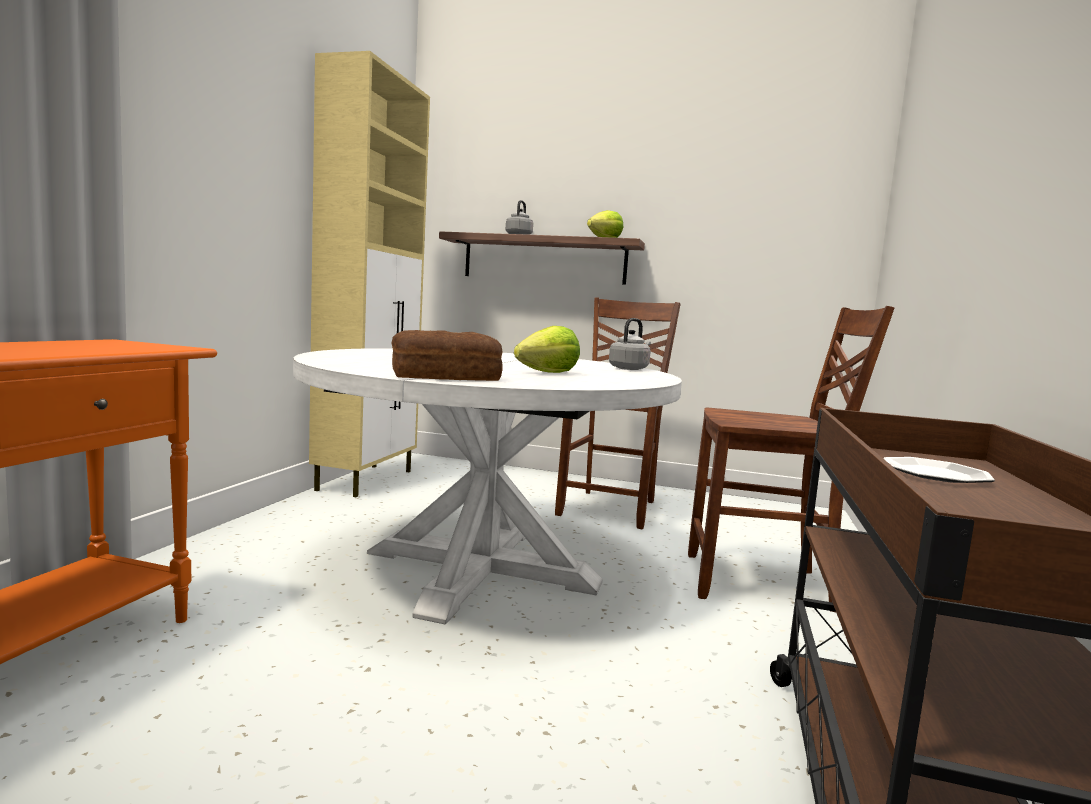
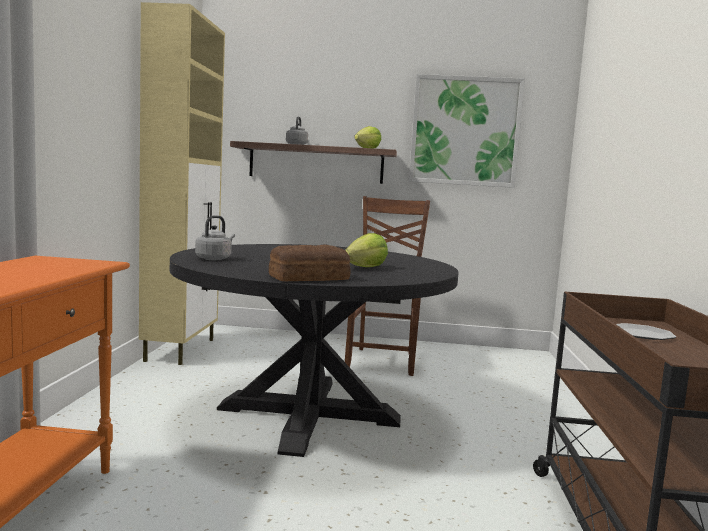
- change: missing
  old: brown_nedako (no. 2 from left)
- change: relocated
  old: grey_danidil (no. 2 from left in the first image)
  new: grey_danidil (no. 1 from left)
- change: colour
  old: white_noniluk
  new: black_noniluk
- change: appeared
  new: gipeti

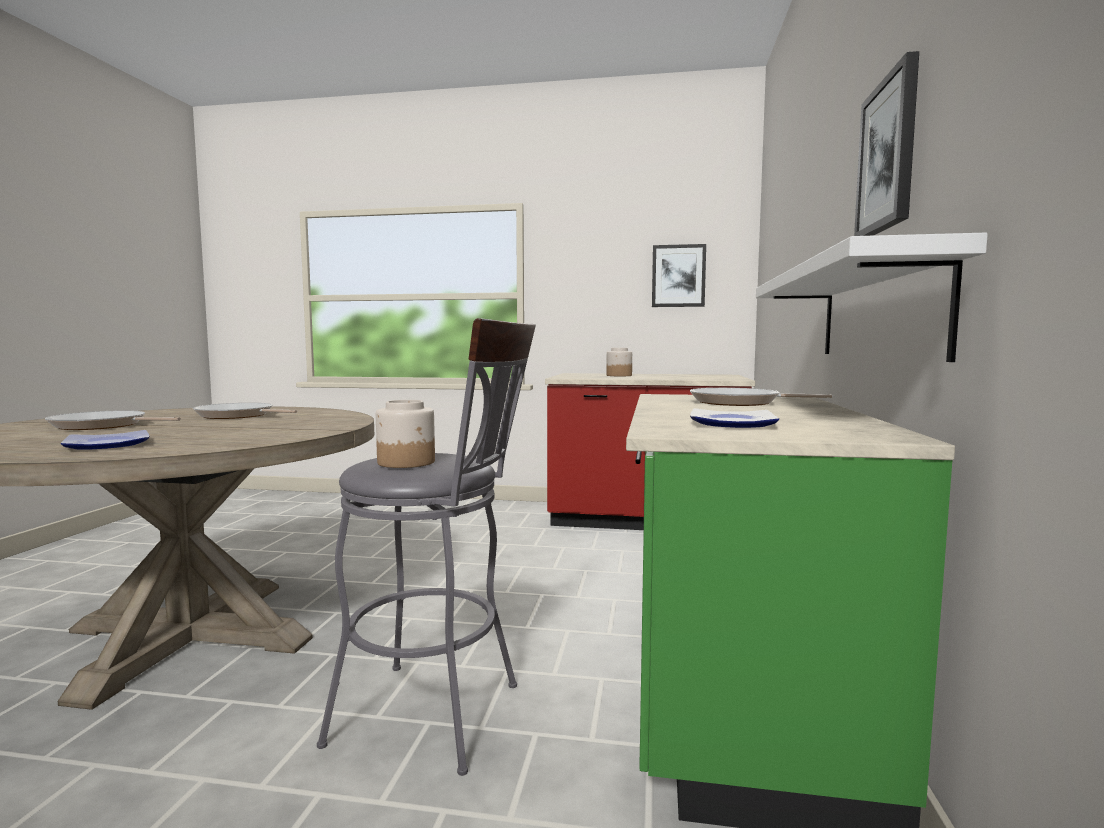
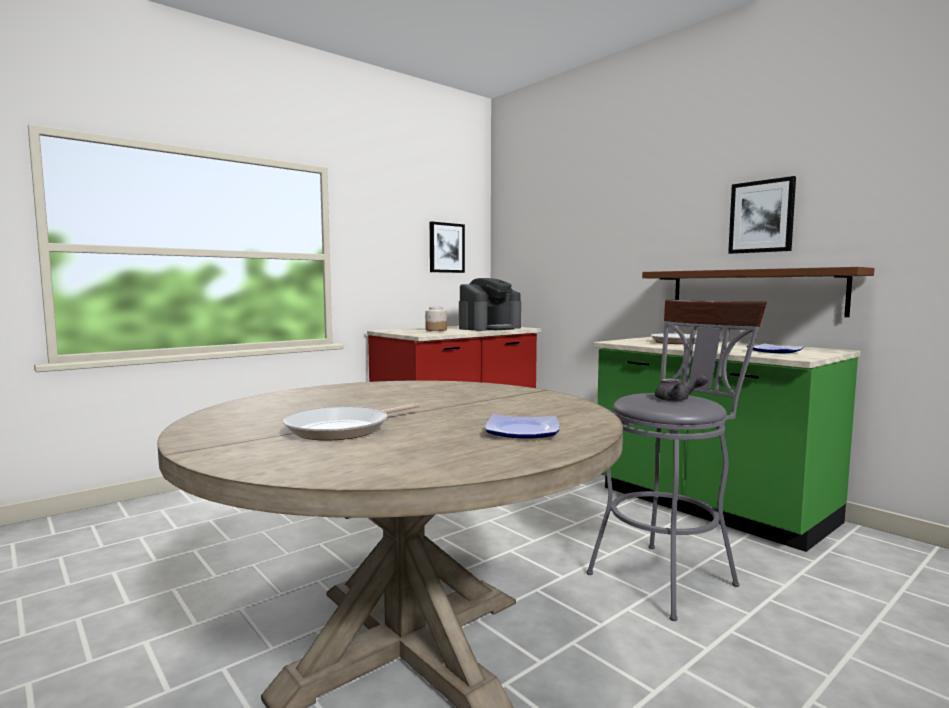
- change: colour
  old: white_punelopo
  new: brown_punelopo
- change: exchanged
  old: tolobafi (no. 1 from left)
  new: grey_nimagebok
- change: missing
  old: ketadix (no. 2 from left)
- change: appeared
  new: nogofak

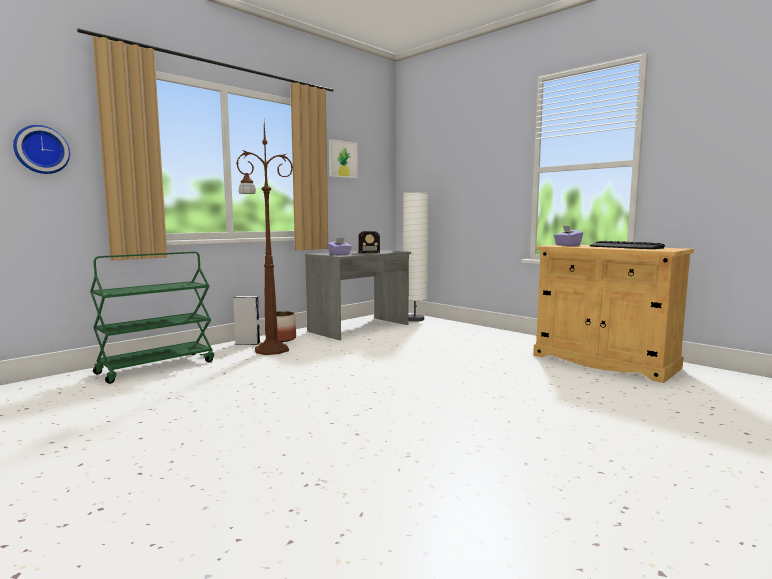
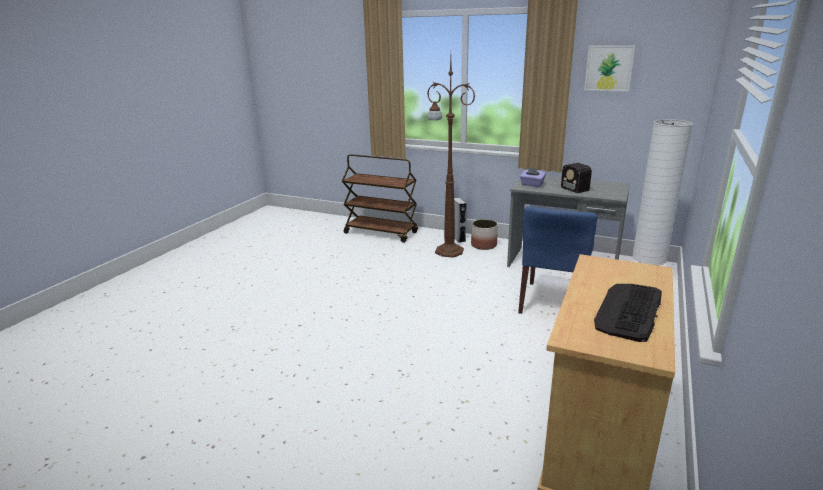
- change: missing
  old: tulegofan
- change: missing
  old: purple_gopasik (no. 2 from left)
- change: colour
  old: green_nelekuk
  new: brown_nelekuk
- change: appeared
  new: blue_nedako

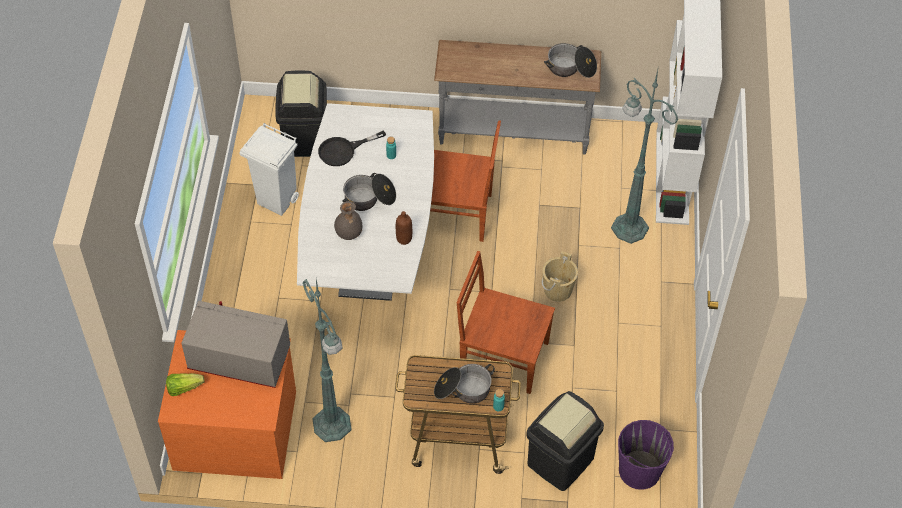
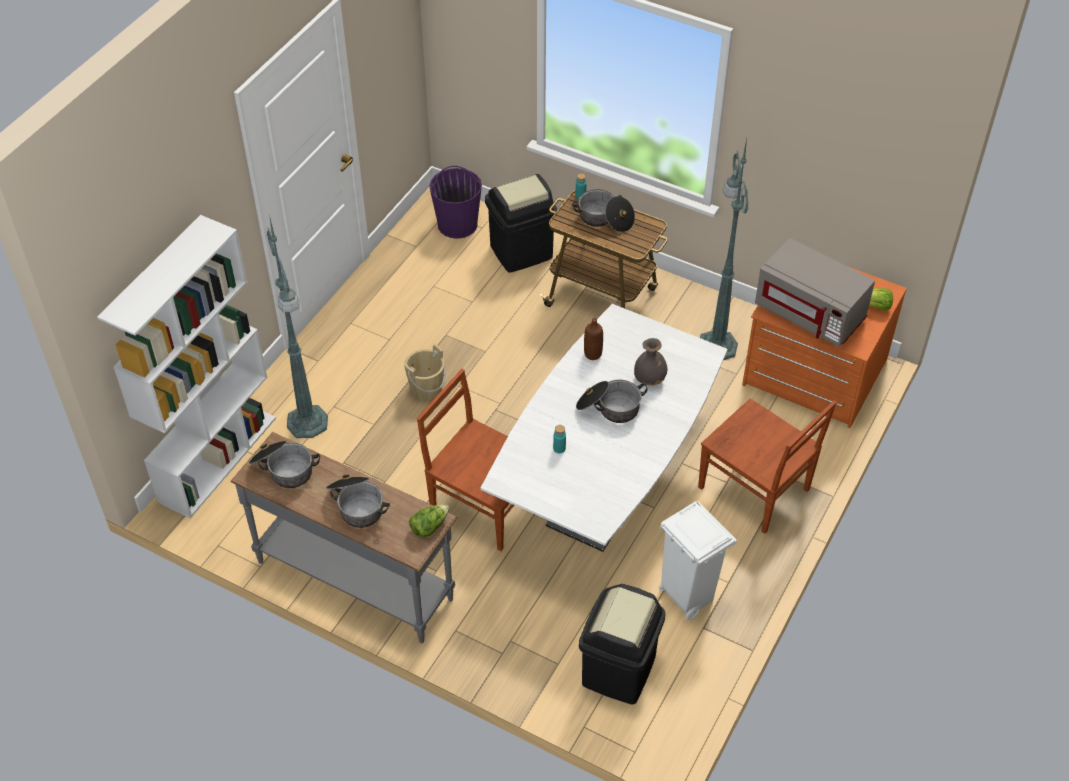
- change: missing
  old: black_ketadix
- change: relocated
  old: brown_nedako (no. 2 from left)
- change: appeared
  new: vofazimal (no. 2 from left)
- change: appeared
  new: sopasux (no. 1 from left)

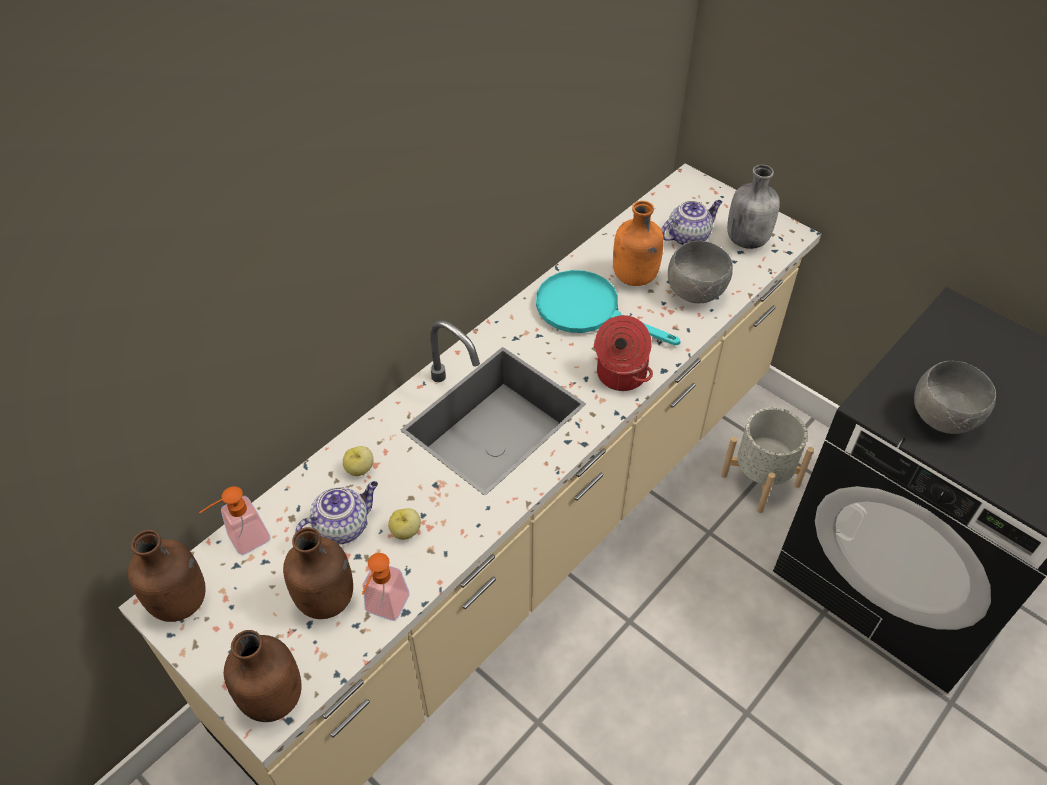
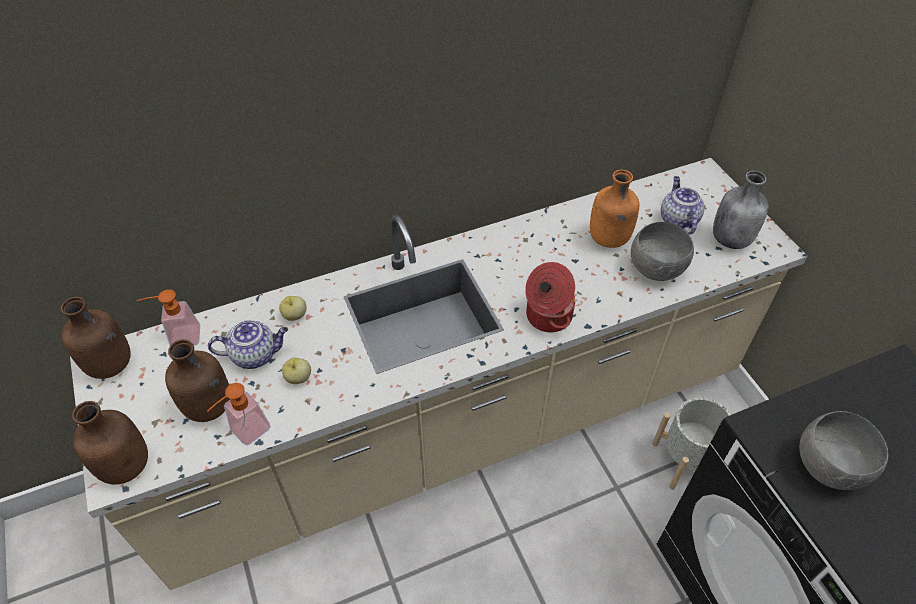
- change: spun
  old: nimagebok (no. 2 from left)
  degrees: -90
- change: missing
  old: turquoise_ketadix

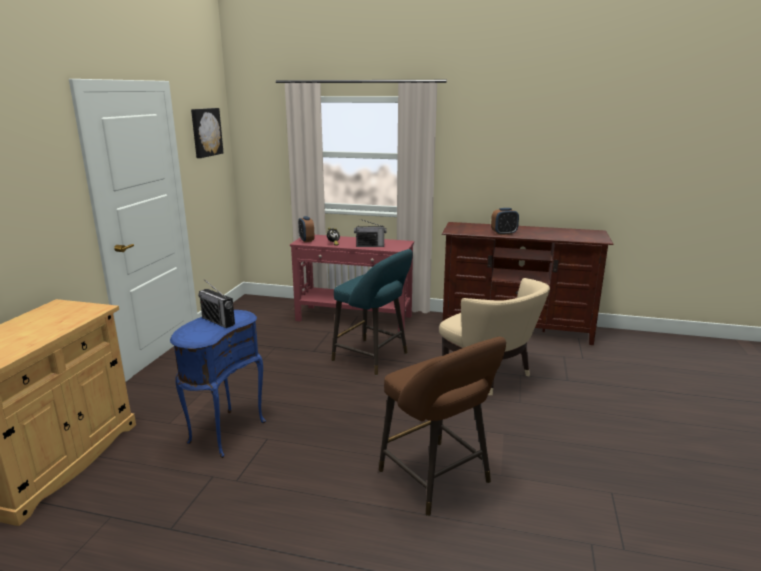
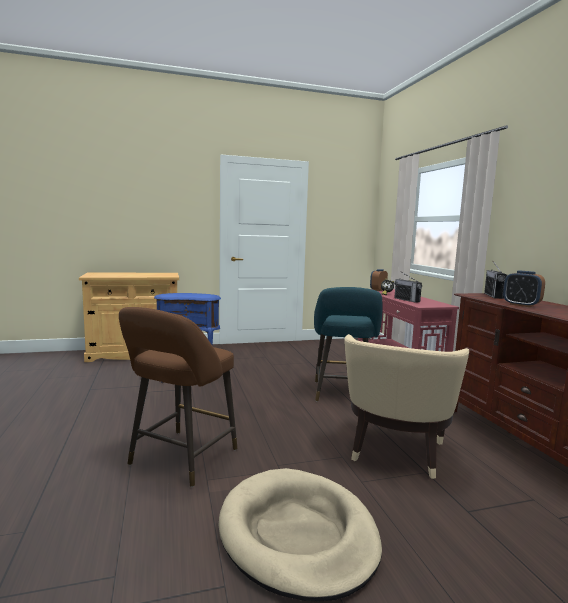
- change: missing
  old: gipeti
- change: relocated
  old: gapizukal (no. 1 from left in the first image)
  new: gapizukal (no. 2 from left)
- change: appeared
  new: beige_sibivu

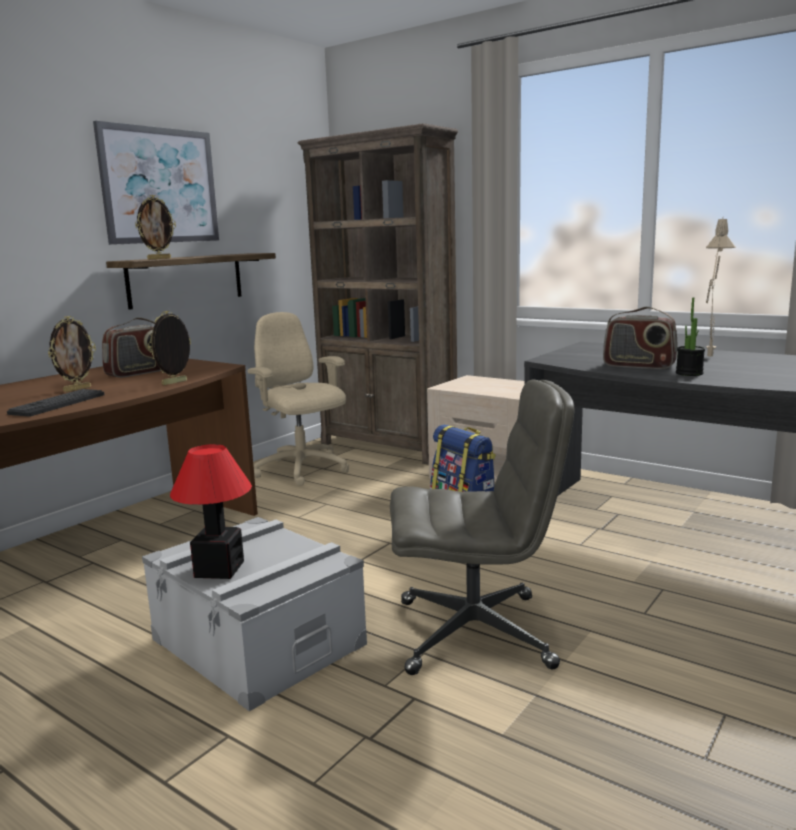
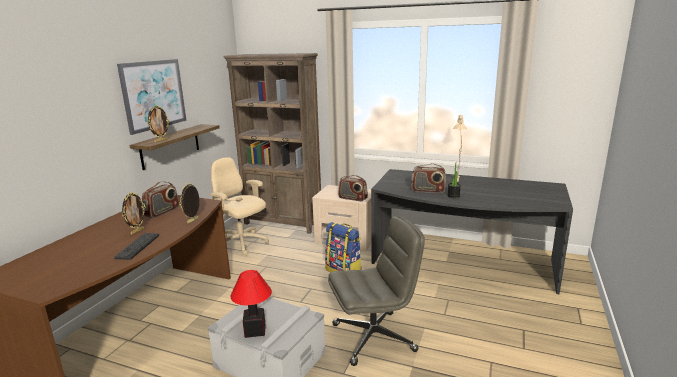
- change: appeared
  new: gapizukal (no. 2 from left)

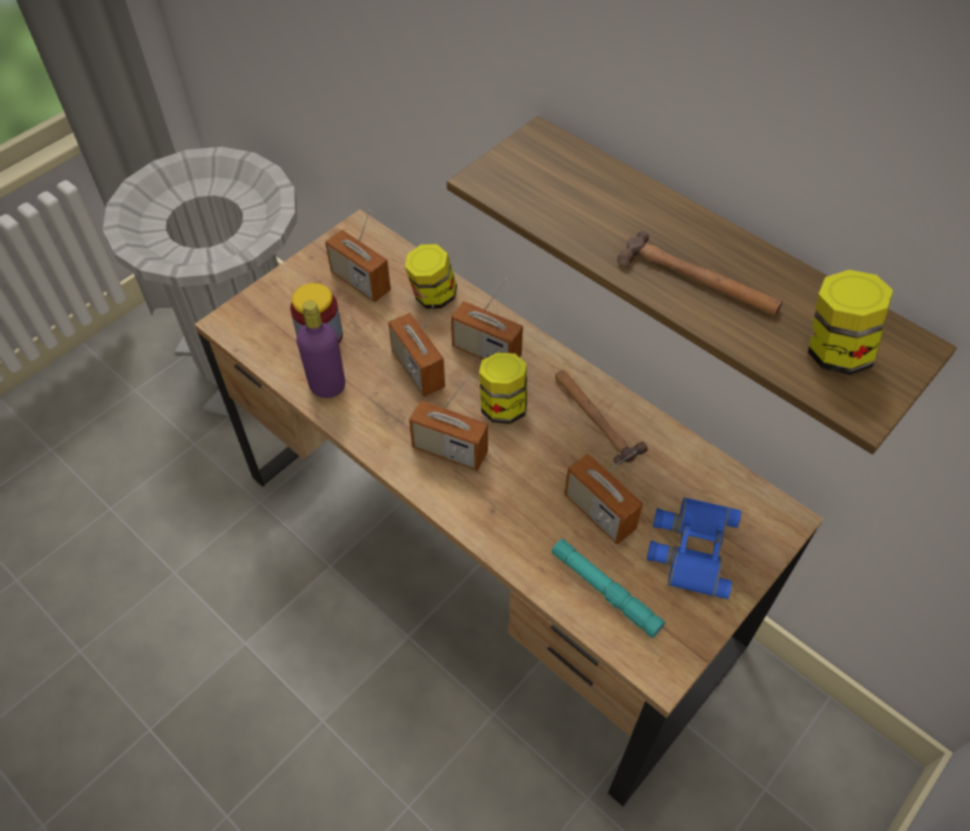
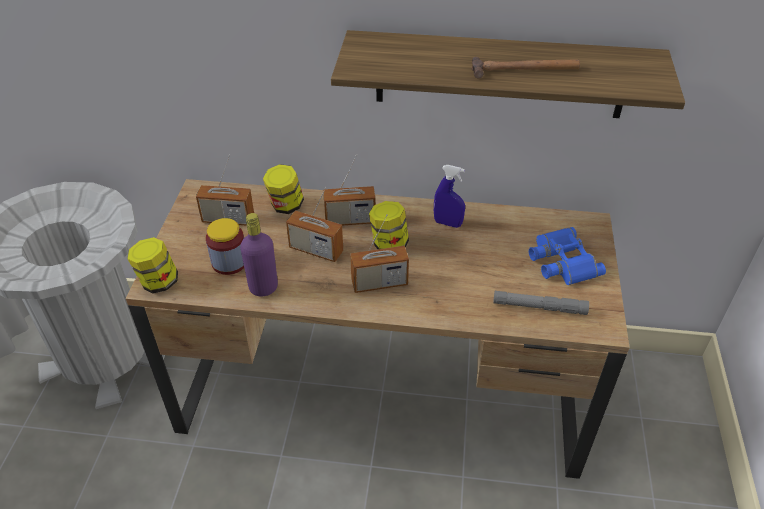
- change: relocated
  old: tolobafi (no. 4 from left in the first image)
  new: tolobafi (no. 1 from left)
- change: exchanged
  old: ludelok (no. 1 from left)
  new: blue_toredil
- change: missing
  old: gapizukal (no. 5 from left)
- change: colour
  old: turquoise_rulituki
  new: grey_rulituki

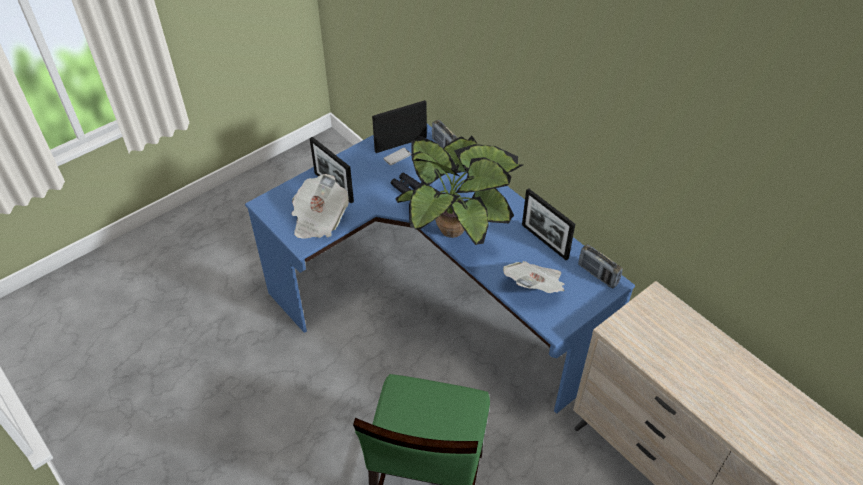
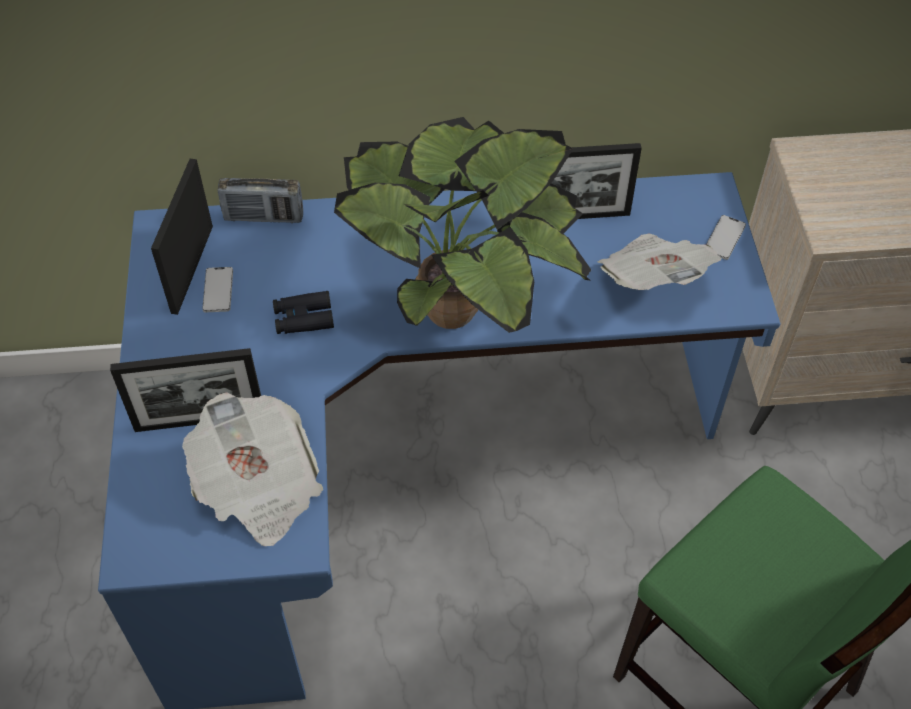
- change: missing
  old: gapizukal (no. 2 from left)
- change: appeared
  new: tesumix (no. 2 from left)

